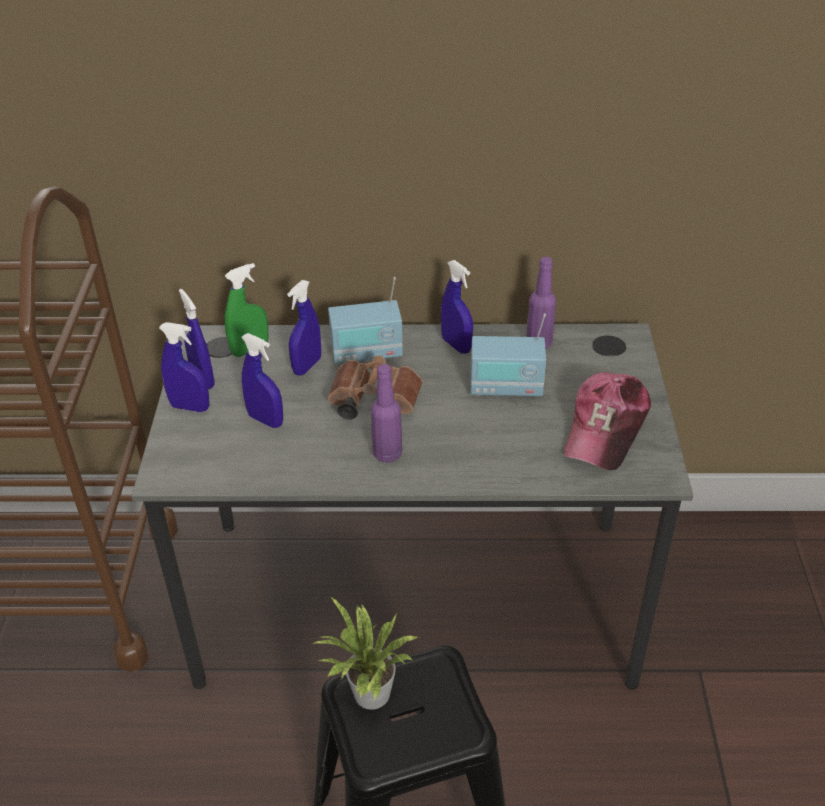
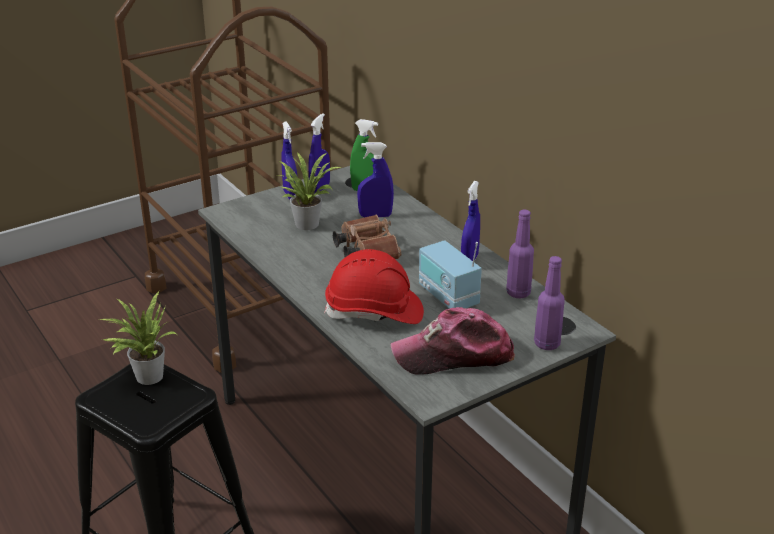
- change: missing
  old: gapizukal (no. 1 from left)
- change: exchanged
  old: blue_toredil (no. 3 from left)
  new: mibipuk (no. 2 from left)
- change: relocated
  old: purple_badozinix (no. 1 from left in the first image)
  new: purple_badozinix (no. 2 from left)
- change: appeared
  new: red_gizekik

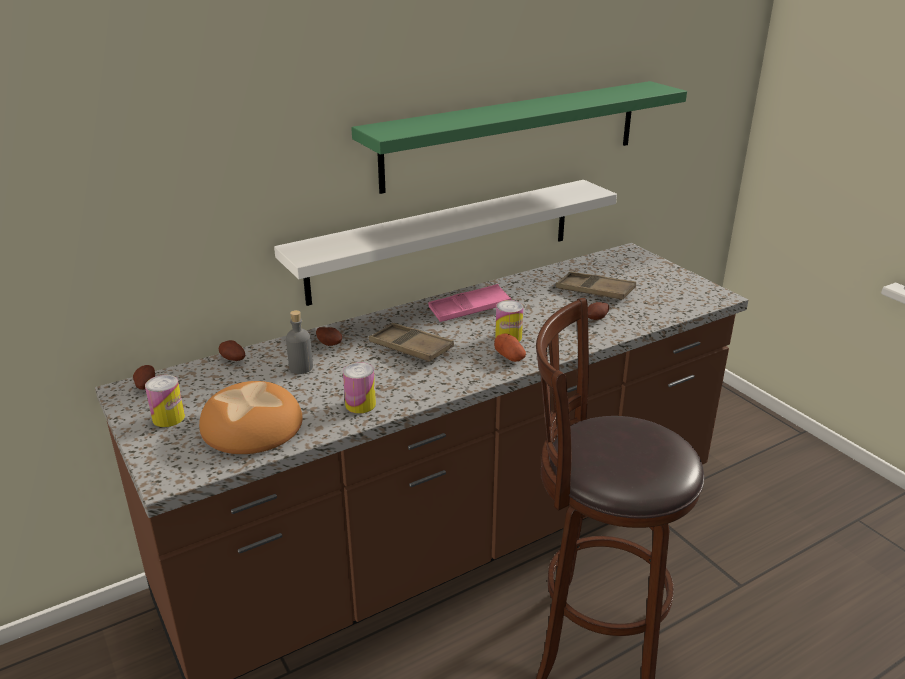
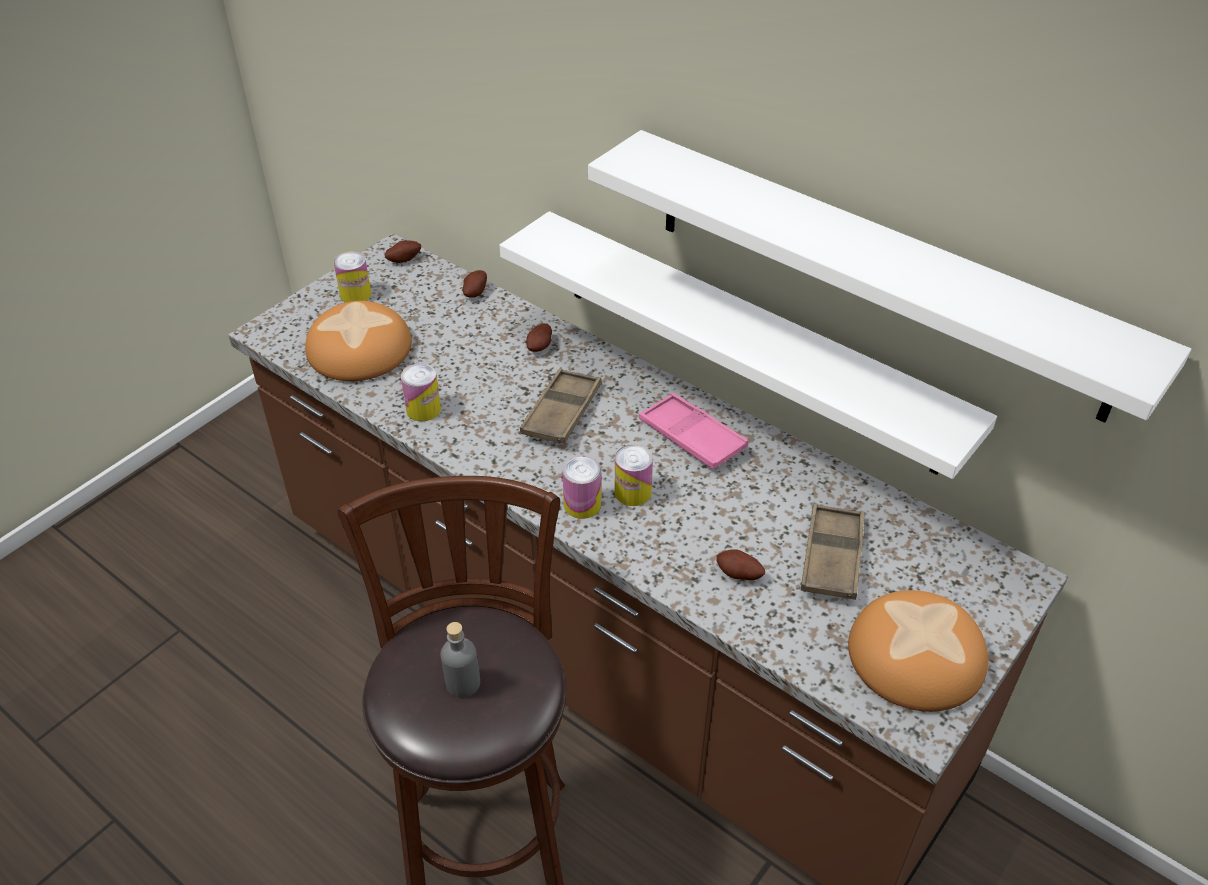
- change: colour
  old: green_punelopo
  new: white_punelopo (no. 2 from left)
- change: relocated
  old: grey_badozinix
- change: exchanged
  old: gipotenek (no. 4 from left)
  new: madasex (no. 3 from left)
- change: appeared
  new: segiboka (no. 2 from left)

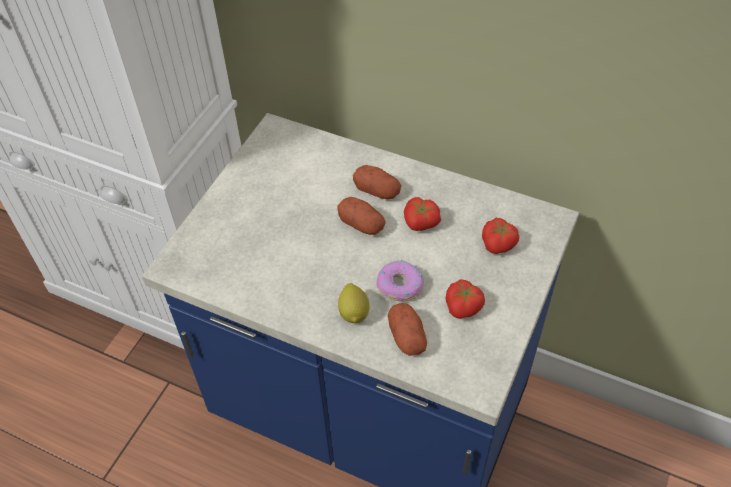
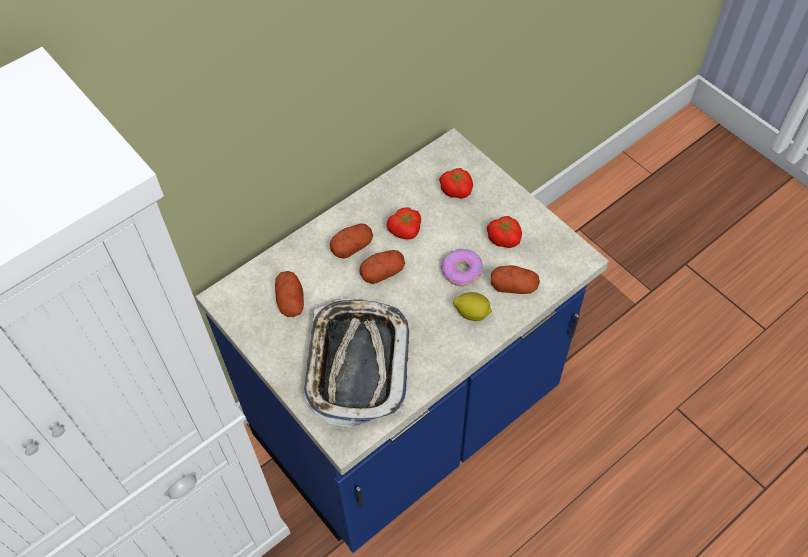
- change: appeared
  new: gipotenek (no. 1 from left)
- change: appeared
  new: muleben

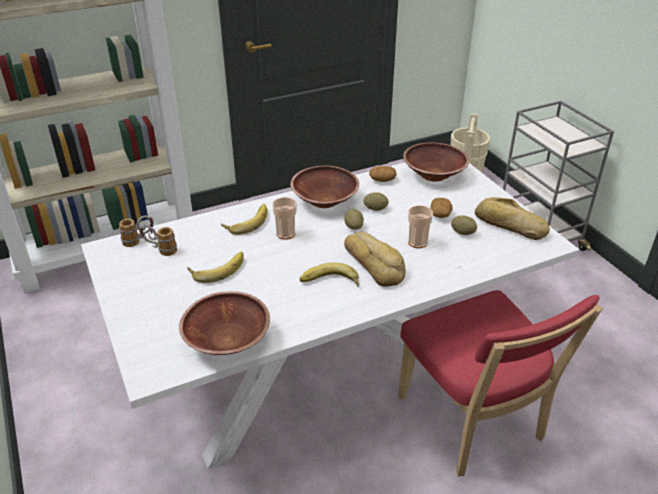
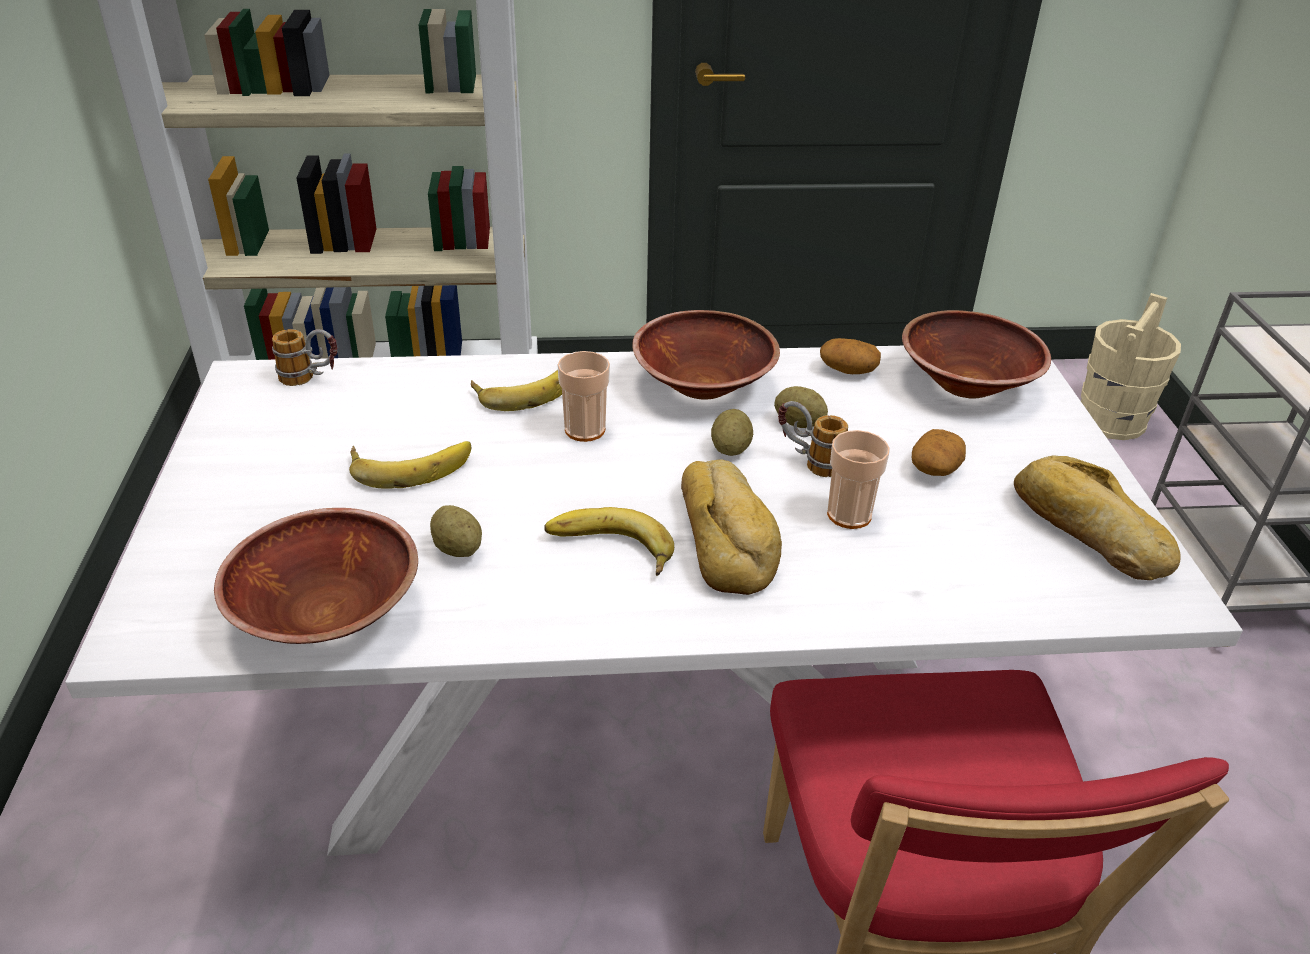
- change: relocated
  old: gipotenek (no. 5 from left in the first image)
  new: gipotenek (no. 1 from left)
- change: relocated
  old: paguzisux (no. 2 from left)

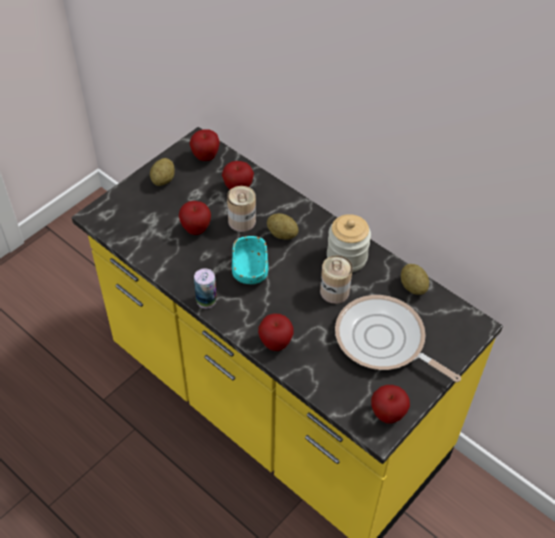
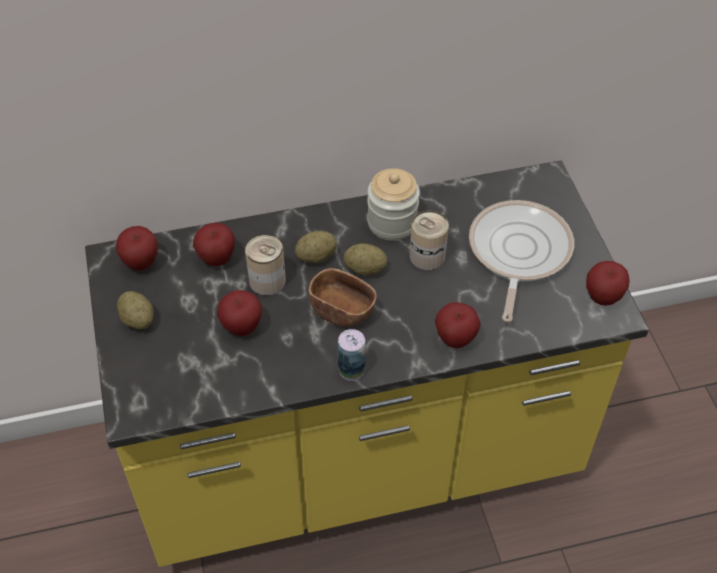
- change: colour
  old: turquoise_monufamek
  new: brown_monufamek
- change: relocated
  old: gipotenek (no. 3 from left)
- change: spun
  old: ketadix
  degrees: 120

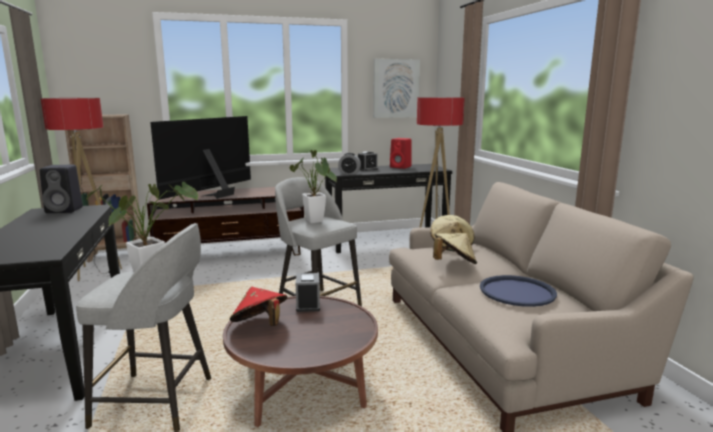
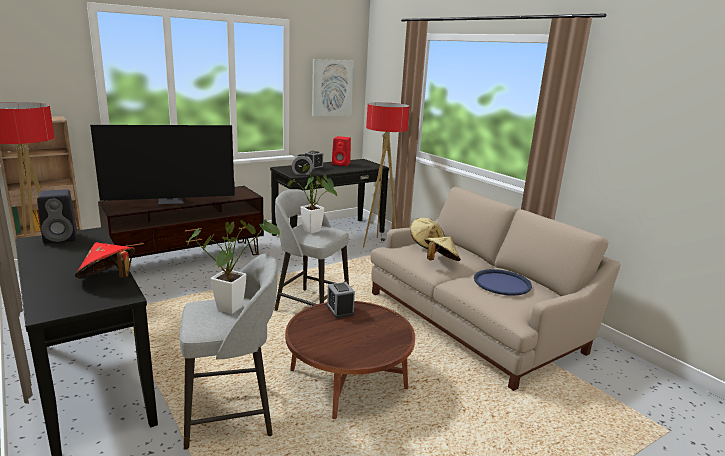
- change: spun
  old: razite
  degrees: -120
- change: relocated
  old: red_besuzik

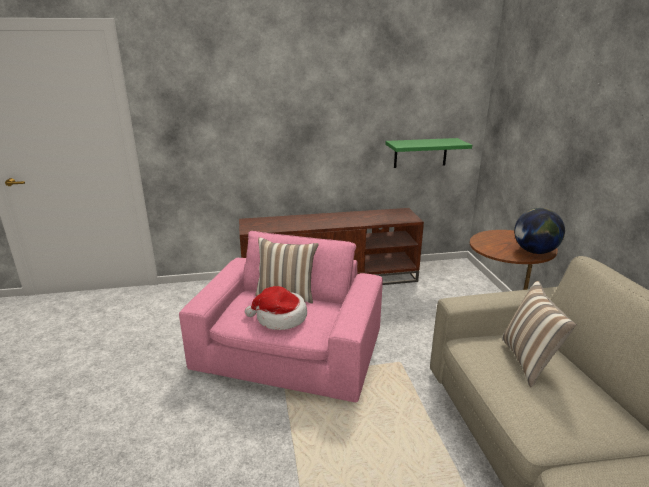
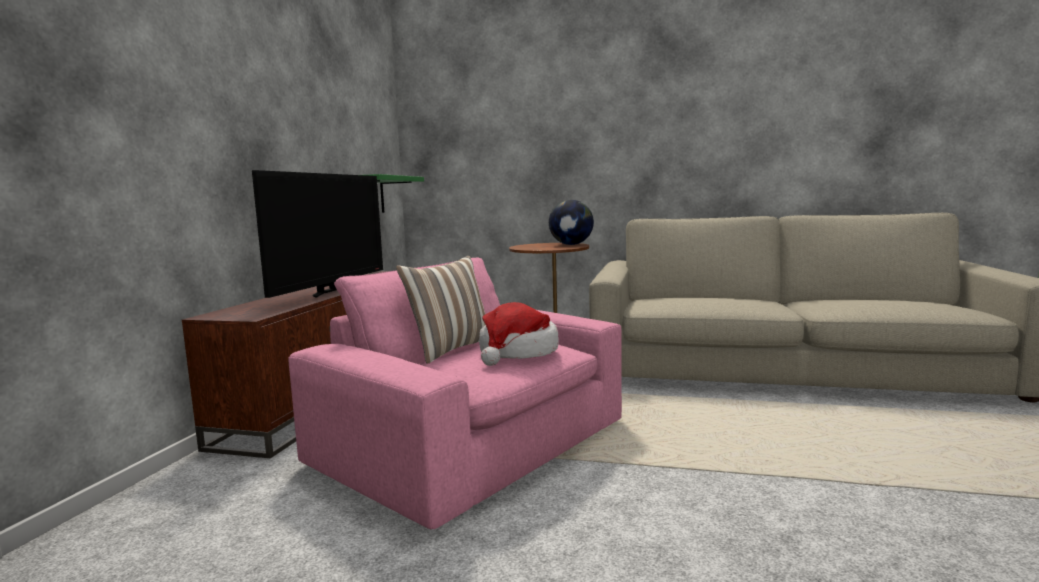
- change: missing
  old: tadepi (no. 2 from left)
- change: appeared
  new: razite

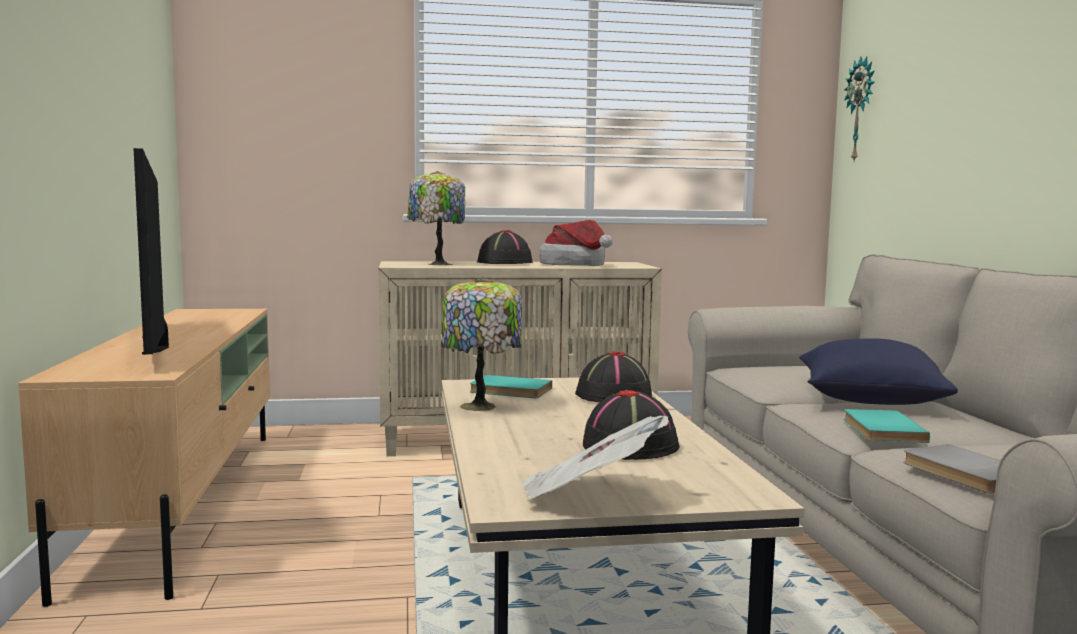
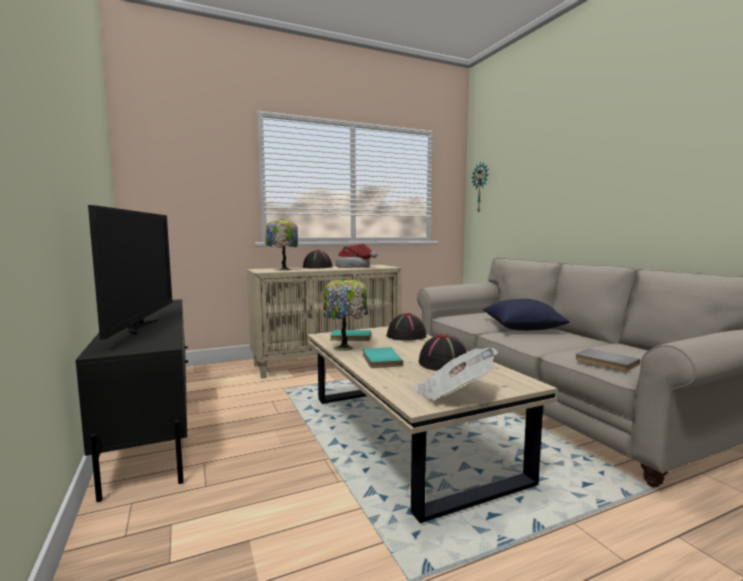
- change: spun
  old: razite
  degrees: -150
- change: colour
  old: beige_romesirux
  new: black_romesirux
- change: relocated
  old: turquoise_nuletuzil (no. 2 from left)

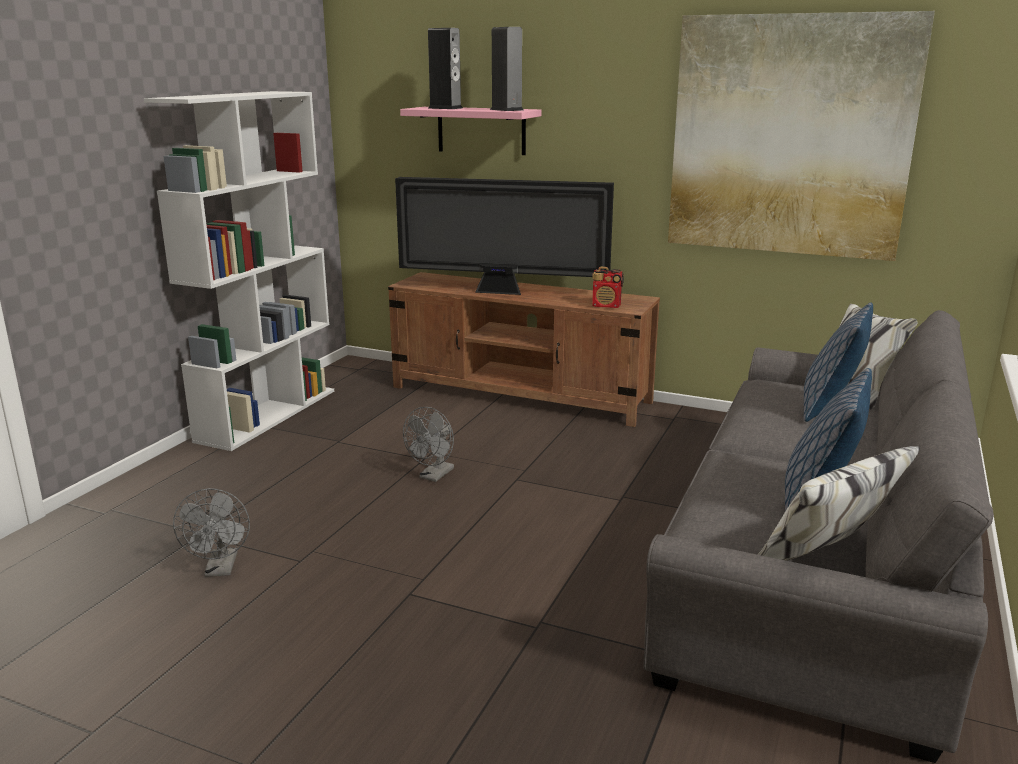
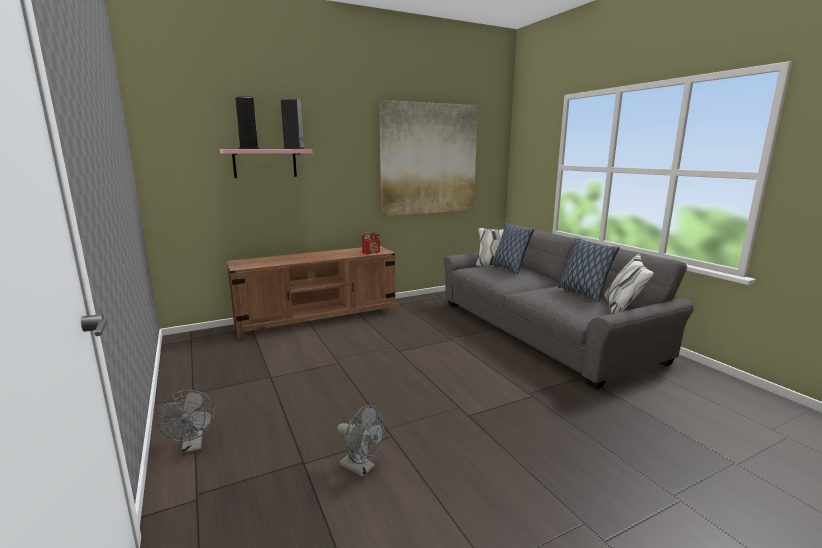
- change: missing
  old: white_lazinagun
- change: missing
  old: razite
- change: relocated
  old: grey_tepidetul (no. 2 from left in the first image)
  new: grey_tepidetul (no. 1 from left)

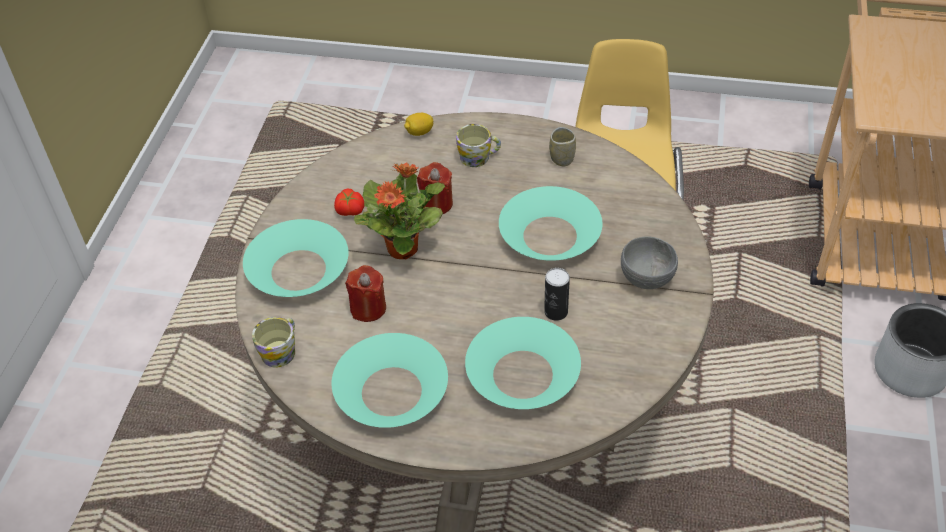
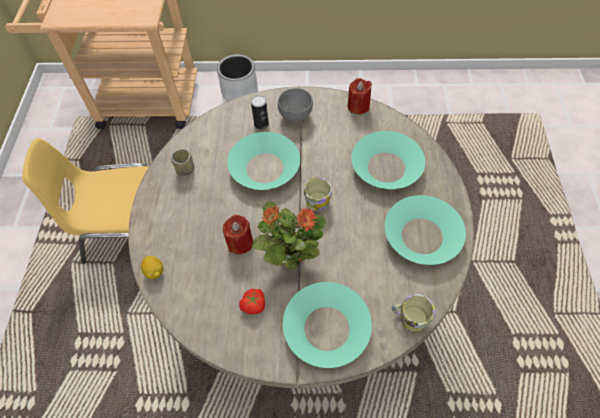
- change: relocated
  old: paguzisux (no. 2 from left in the first image)
  new: paguzisux (no. 1 from left)
- change: relocated
  old: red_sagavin (no. 1 from left in the first image)
  new: red_sagavin (no. 2 from left)
- change: relocated
  old: madasex

